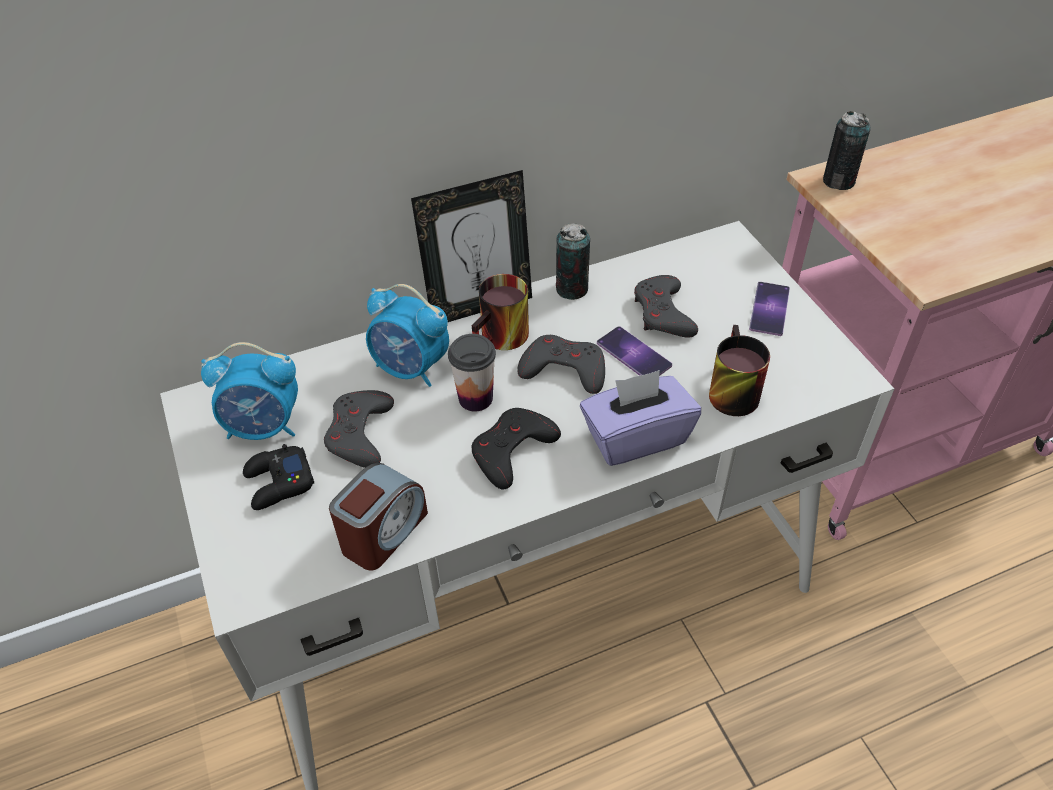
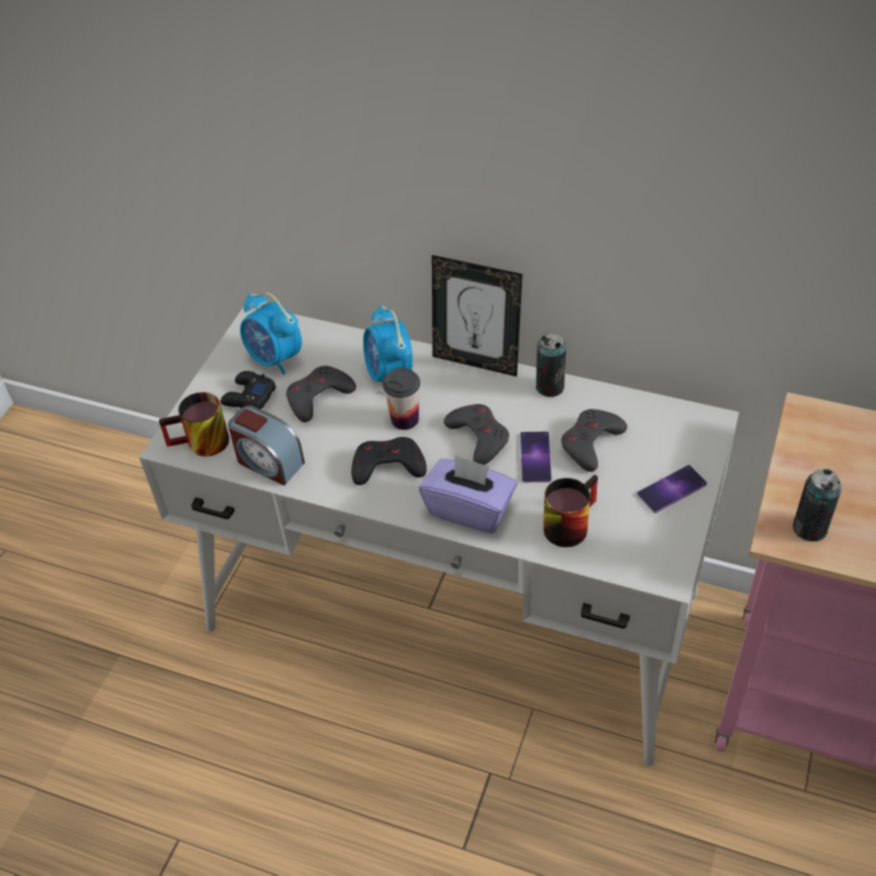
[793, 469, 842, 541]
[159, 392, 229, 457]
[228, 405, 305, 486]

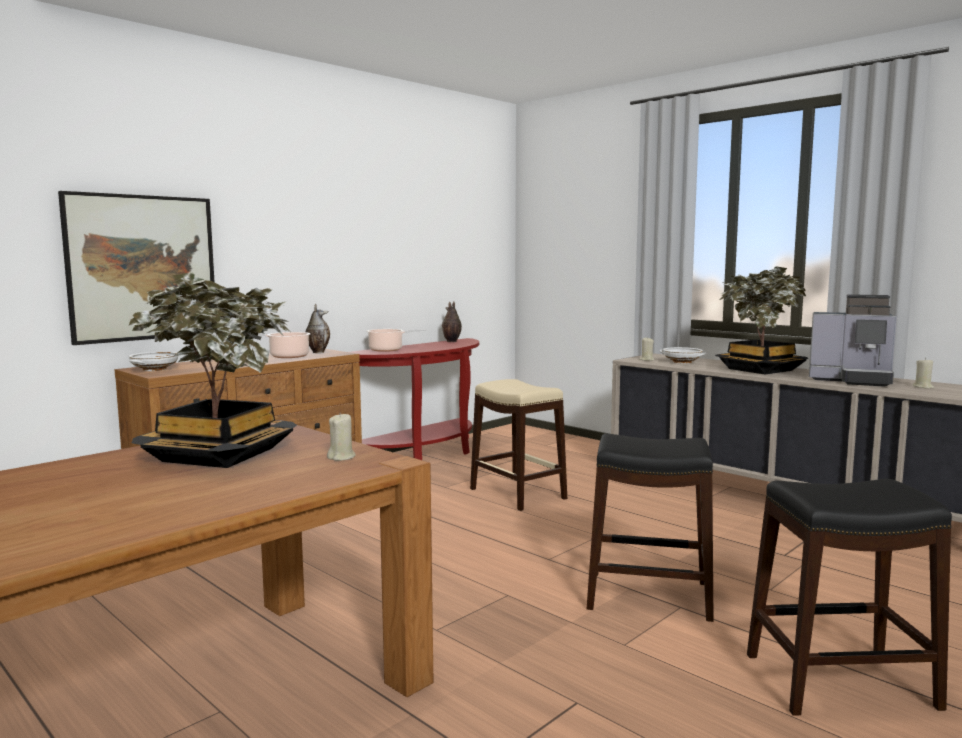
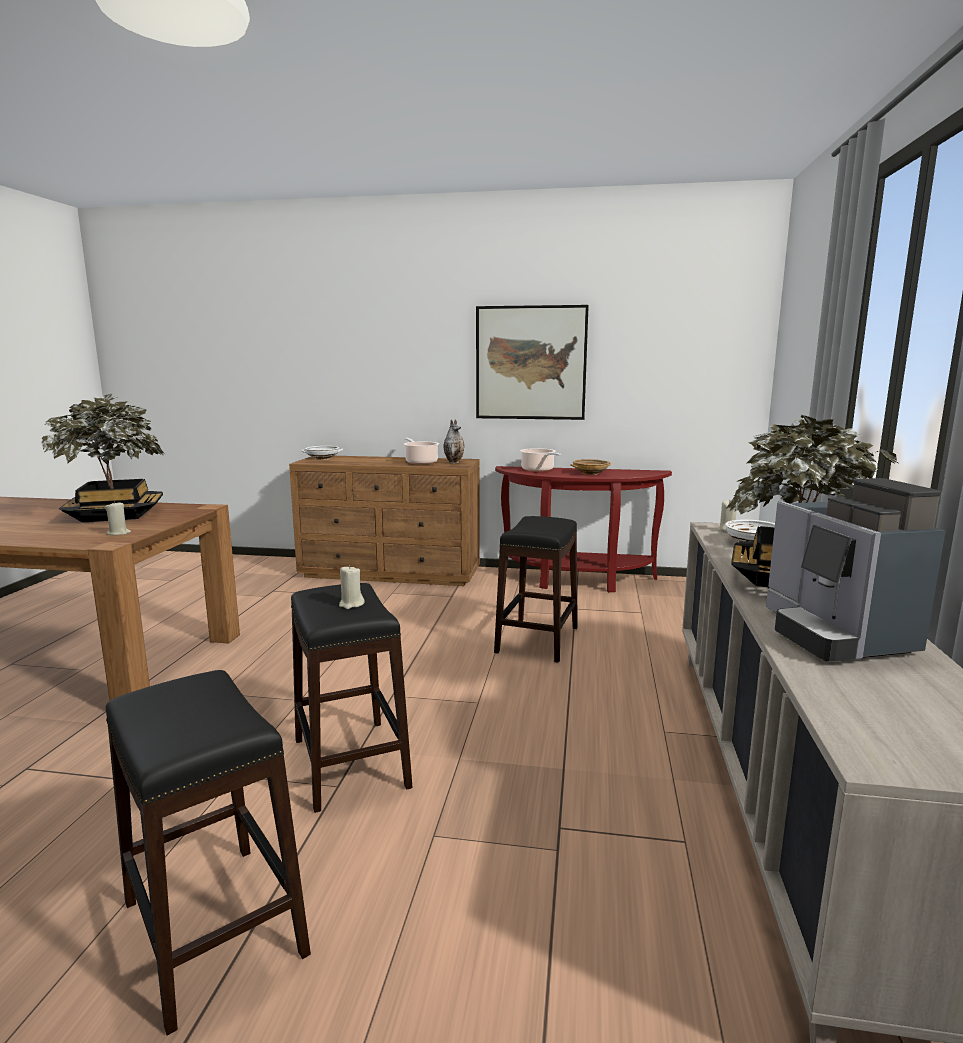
[476, 305, 589, 420]
[442, 301, 462, 342] (first image)
[339, 565, 365, 609]
[494, 516, 578, 663]
[570, 459, 611, 475]

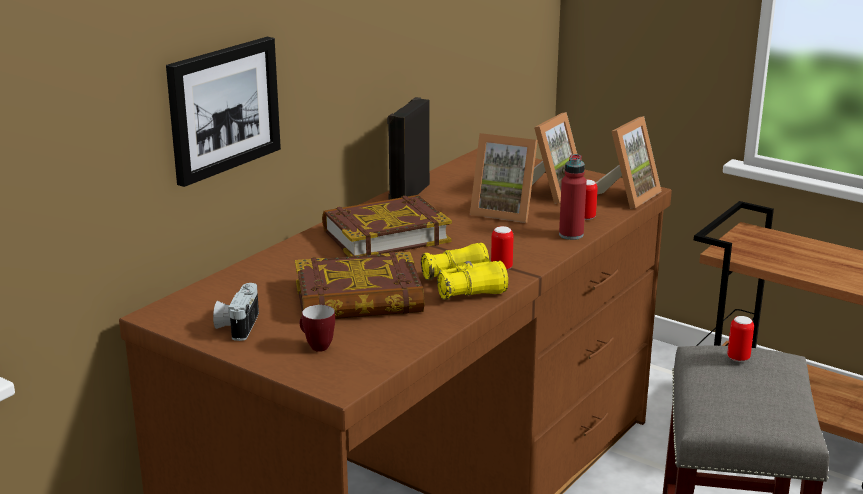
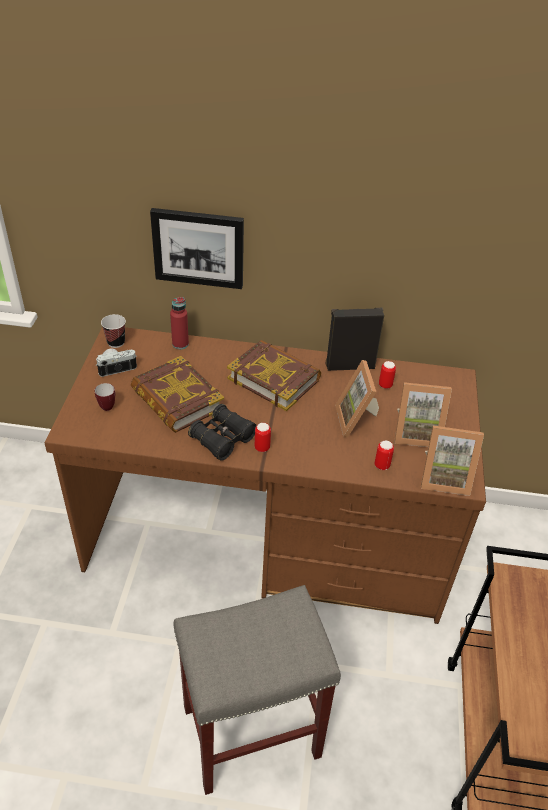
[170, 297, 189, 349]
[188, 404, 257, 461]
[379, 361, 396, 389]
[101, 314, 126, 348]

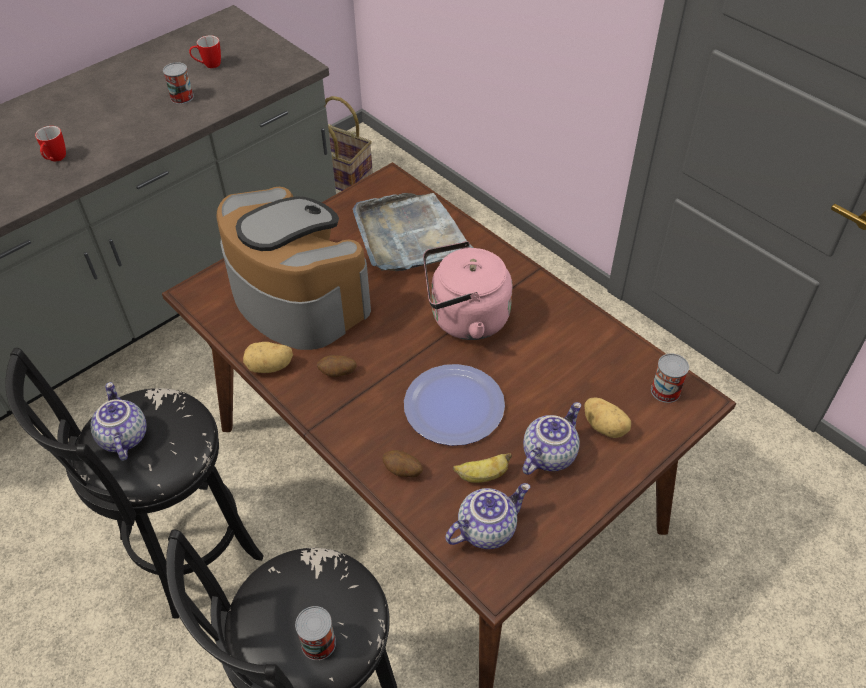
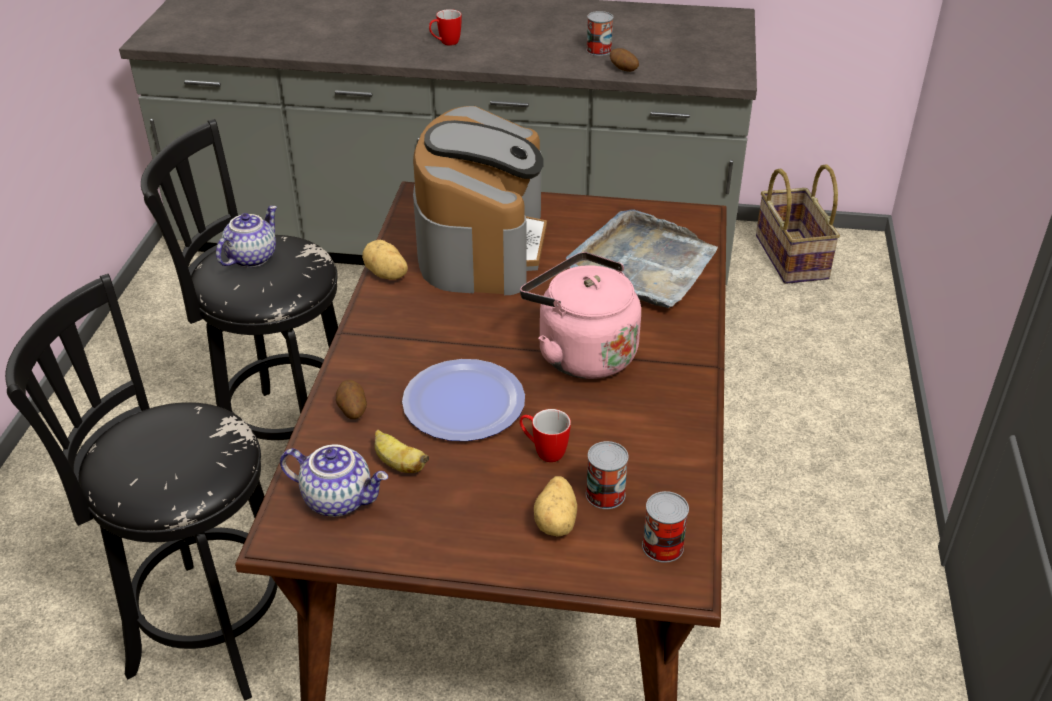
[520, 409, 571, 462]
[610, 48, 639, 72]
[522, 402, 581, 475] (first image)
[586, 441, 629, 509]

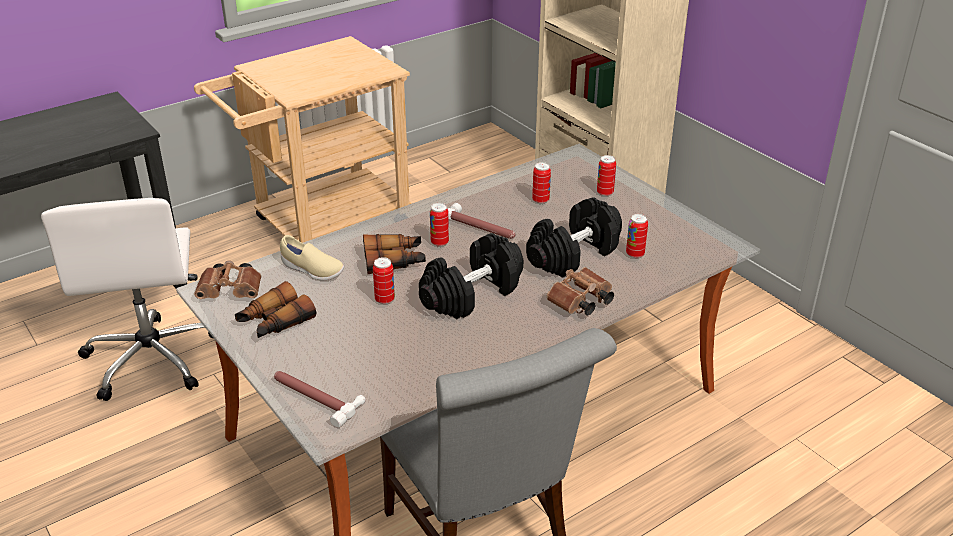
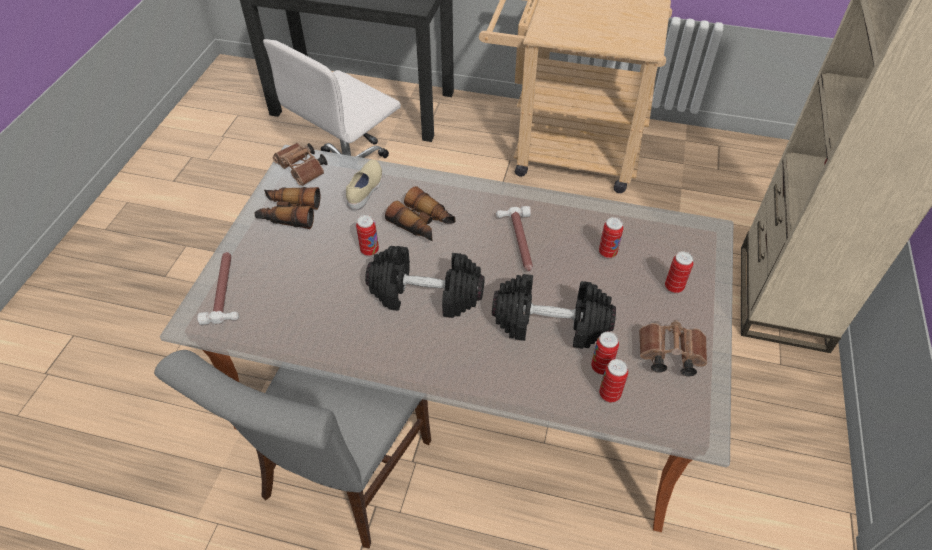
[599, 359, 628, 402]
[346, 159, 383, 210]
[639, 320, 707, 376]

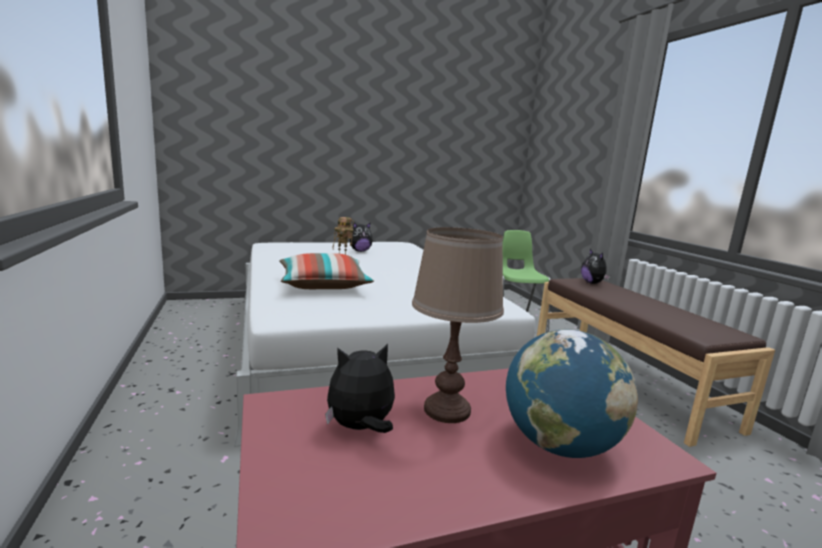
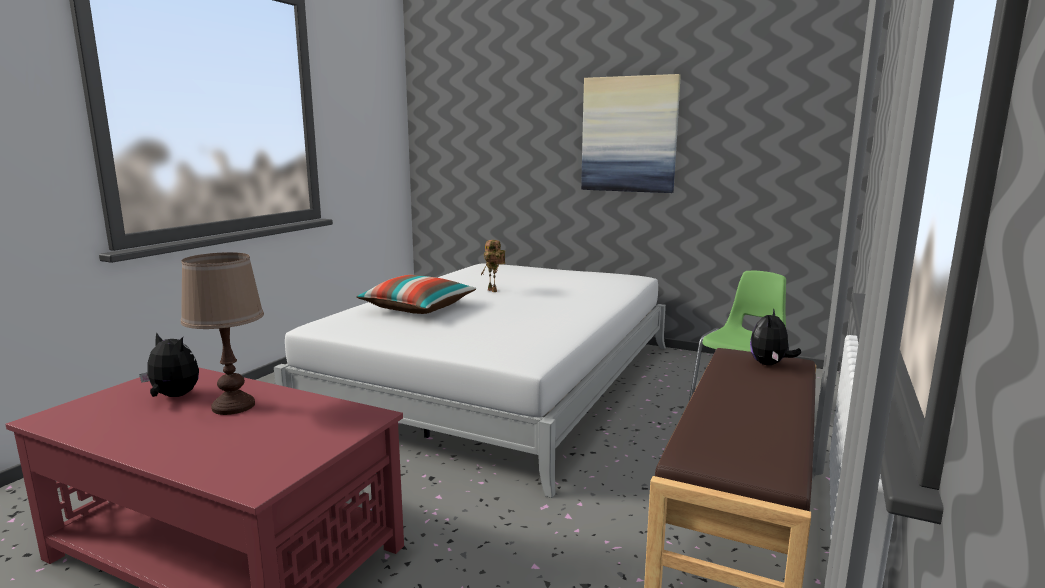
[350, 223, 373, 252] (first image)
[506, 329, 638, 458] (first image)
[581, 74, 681, 193]

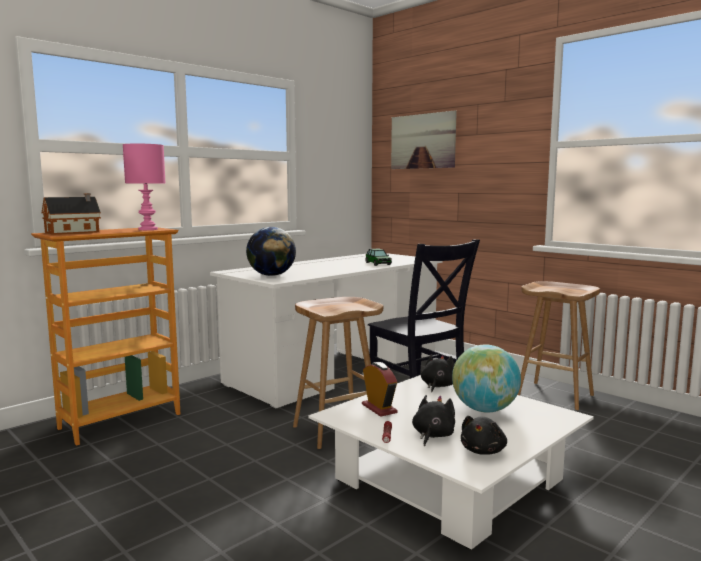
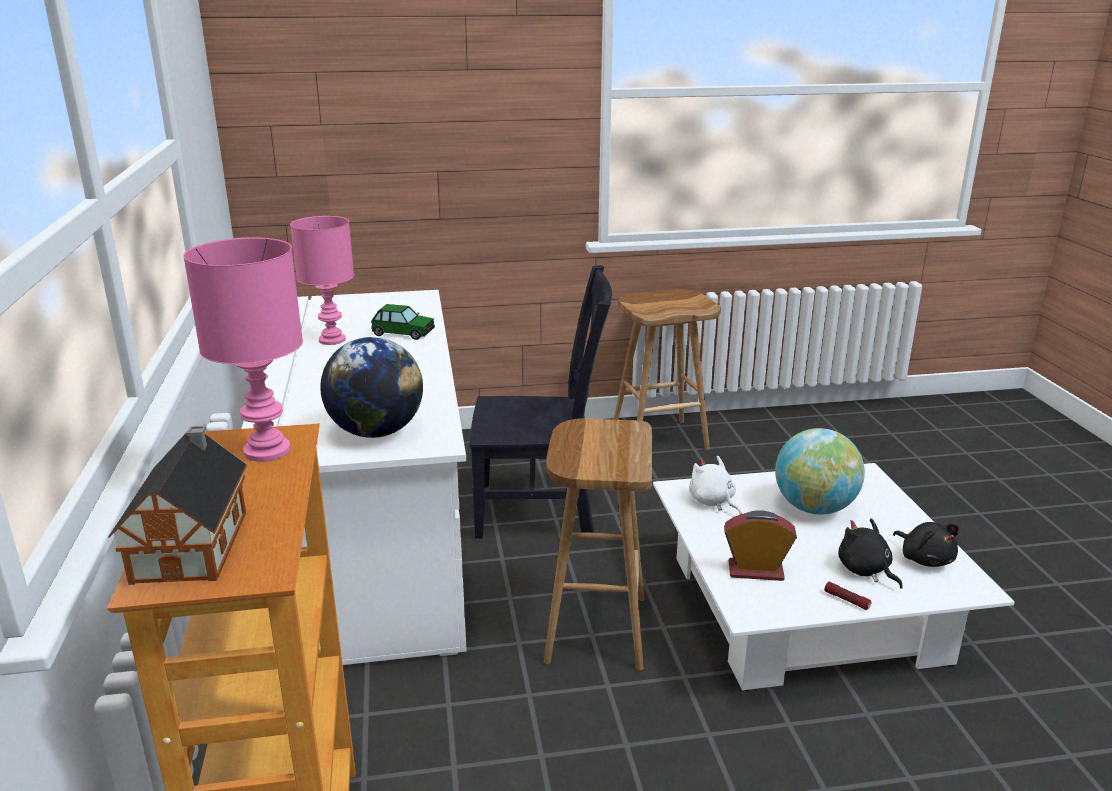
[391, 110, 457, 169] (first image)
[689, 456, 741, 515]
[290, 216, 354, 345]

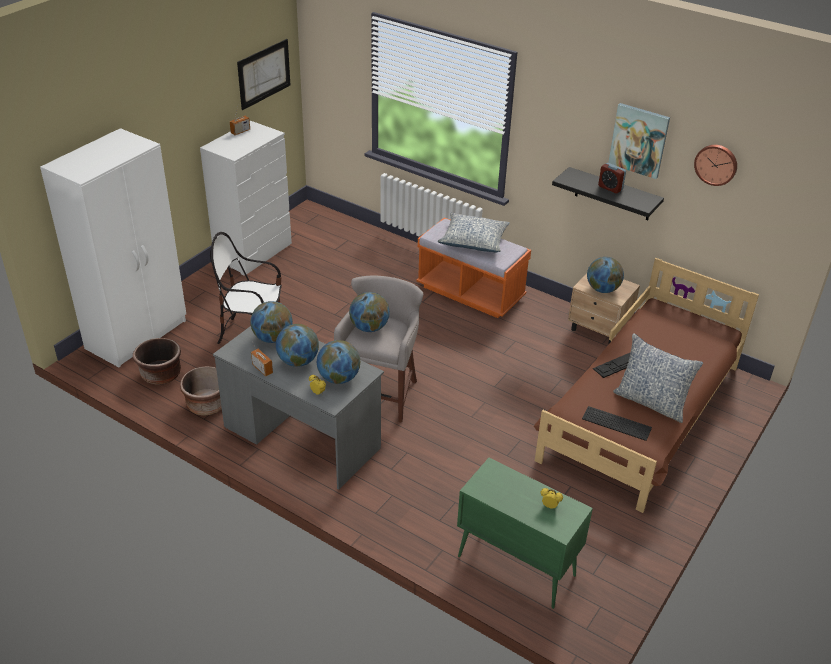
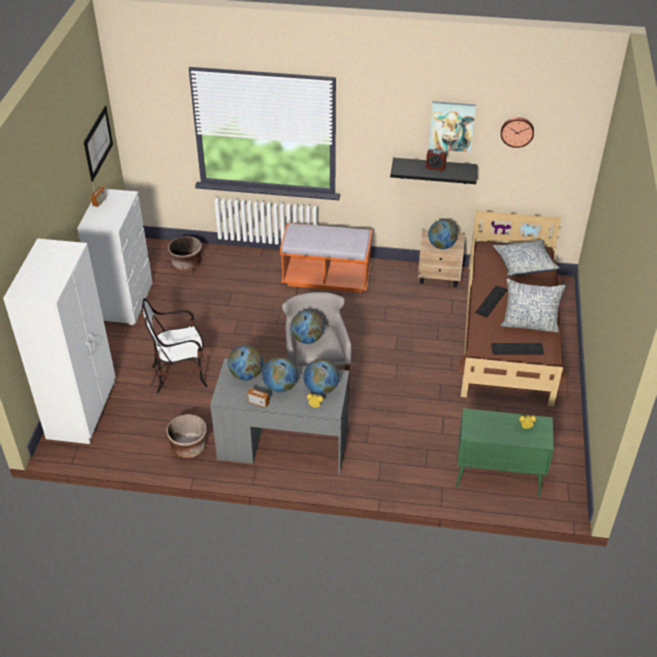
[493, 239, 560, 276]
[168, 236, 202, 271]

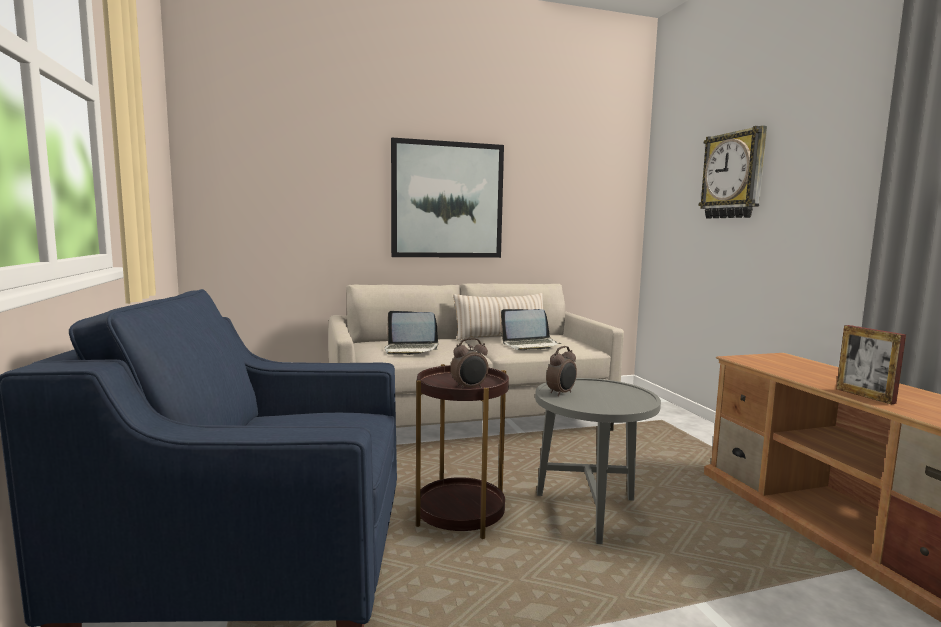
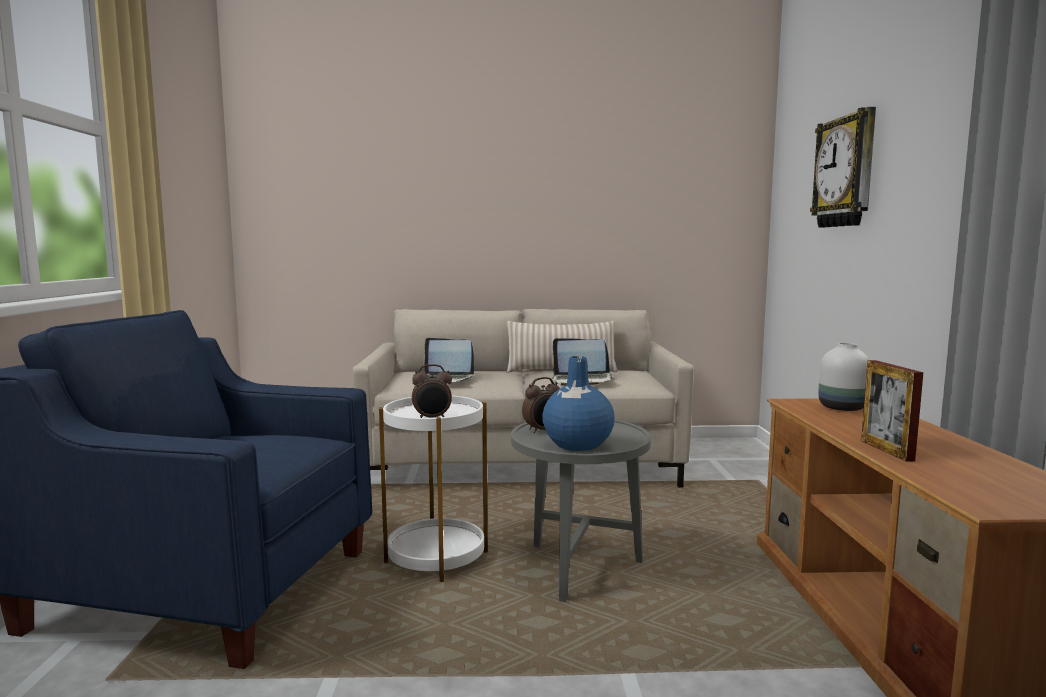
[391, 138, 504, 258] (first image)
[379, 396, 488, 582]
[818, 342, 870, 411]
[542, 356, 614, 451]

